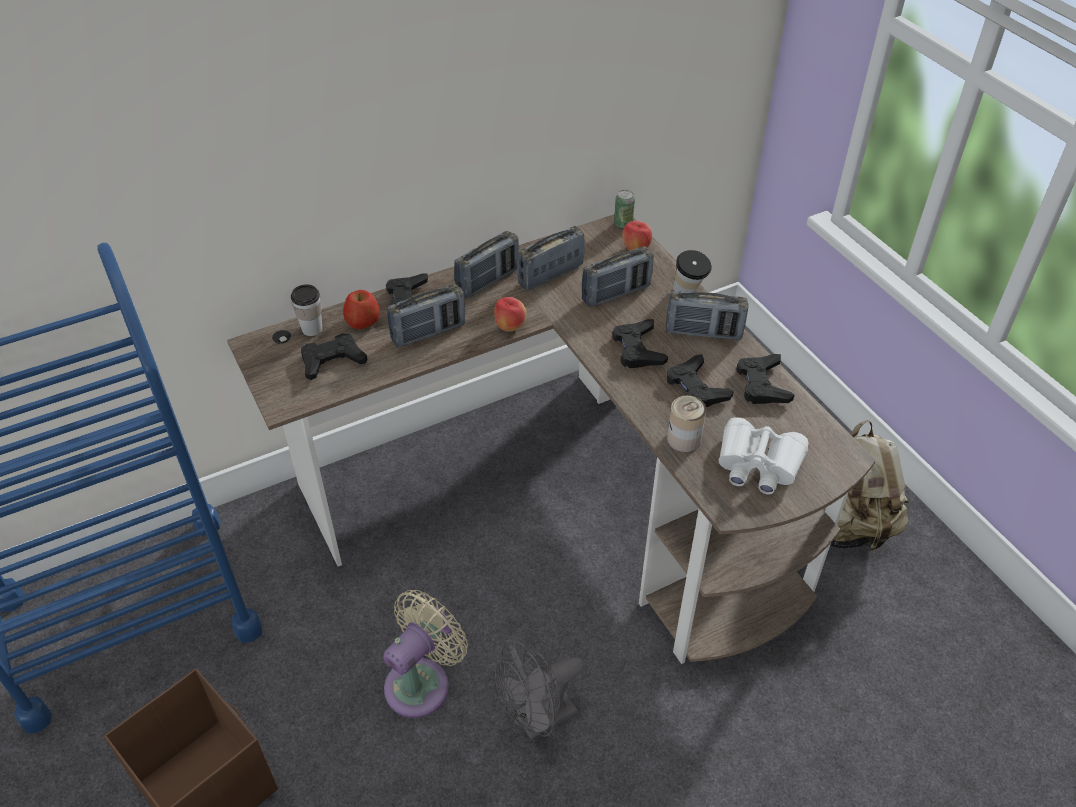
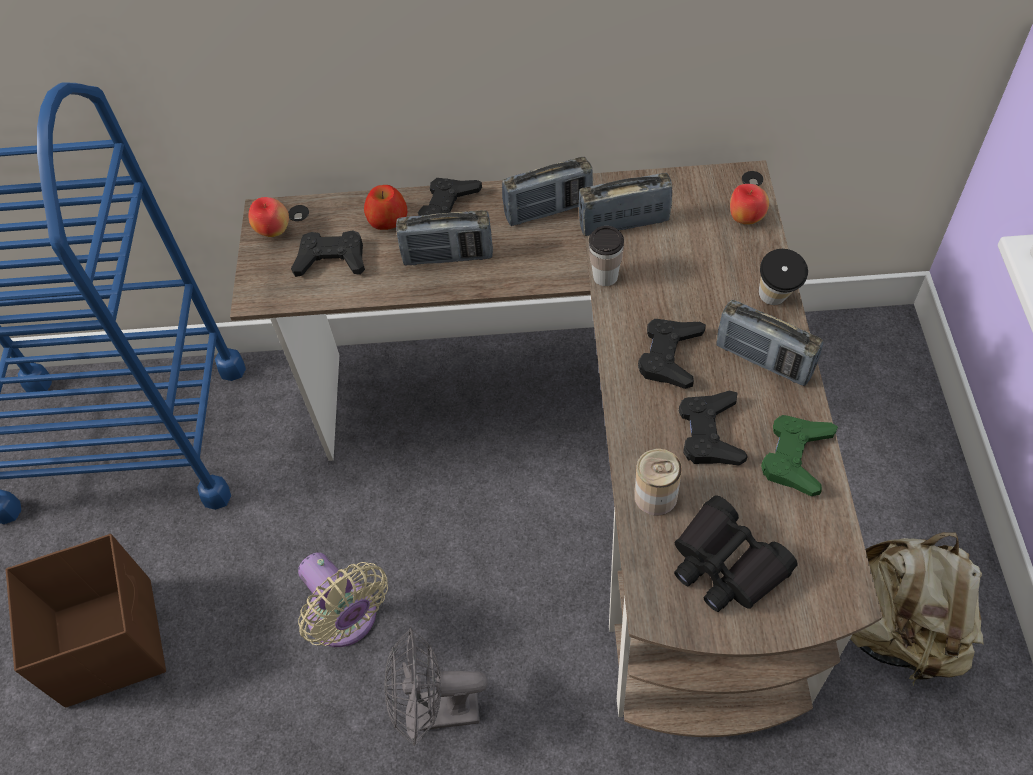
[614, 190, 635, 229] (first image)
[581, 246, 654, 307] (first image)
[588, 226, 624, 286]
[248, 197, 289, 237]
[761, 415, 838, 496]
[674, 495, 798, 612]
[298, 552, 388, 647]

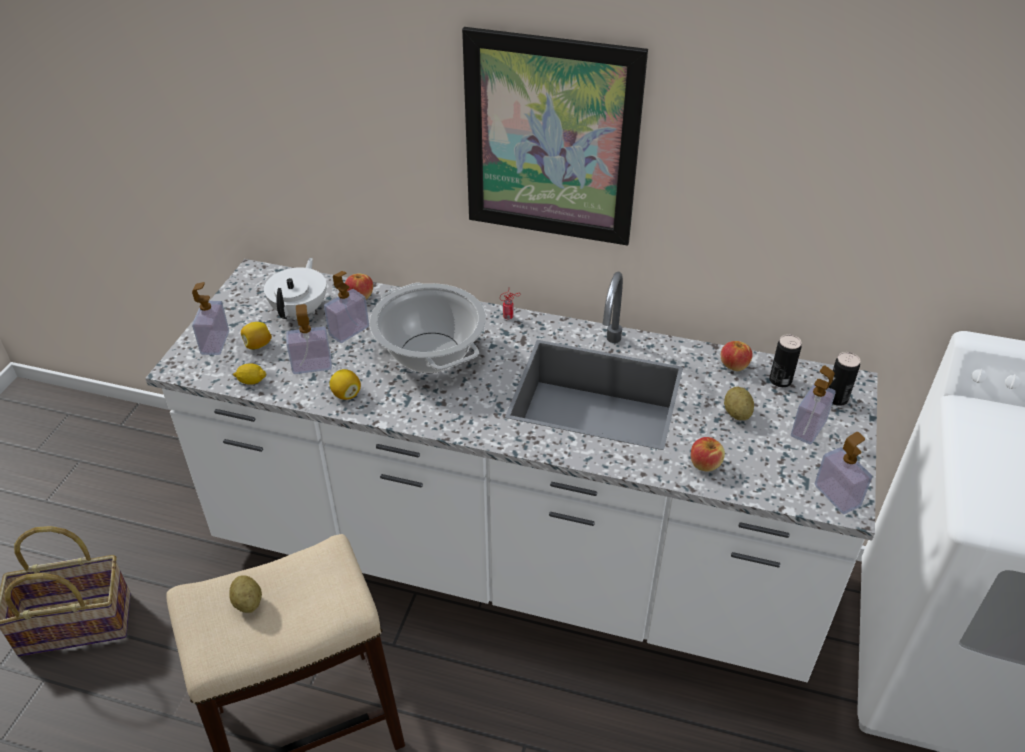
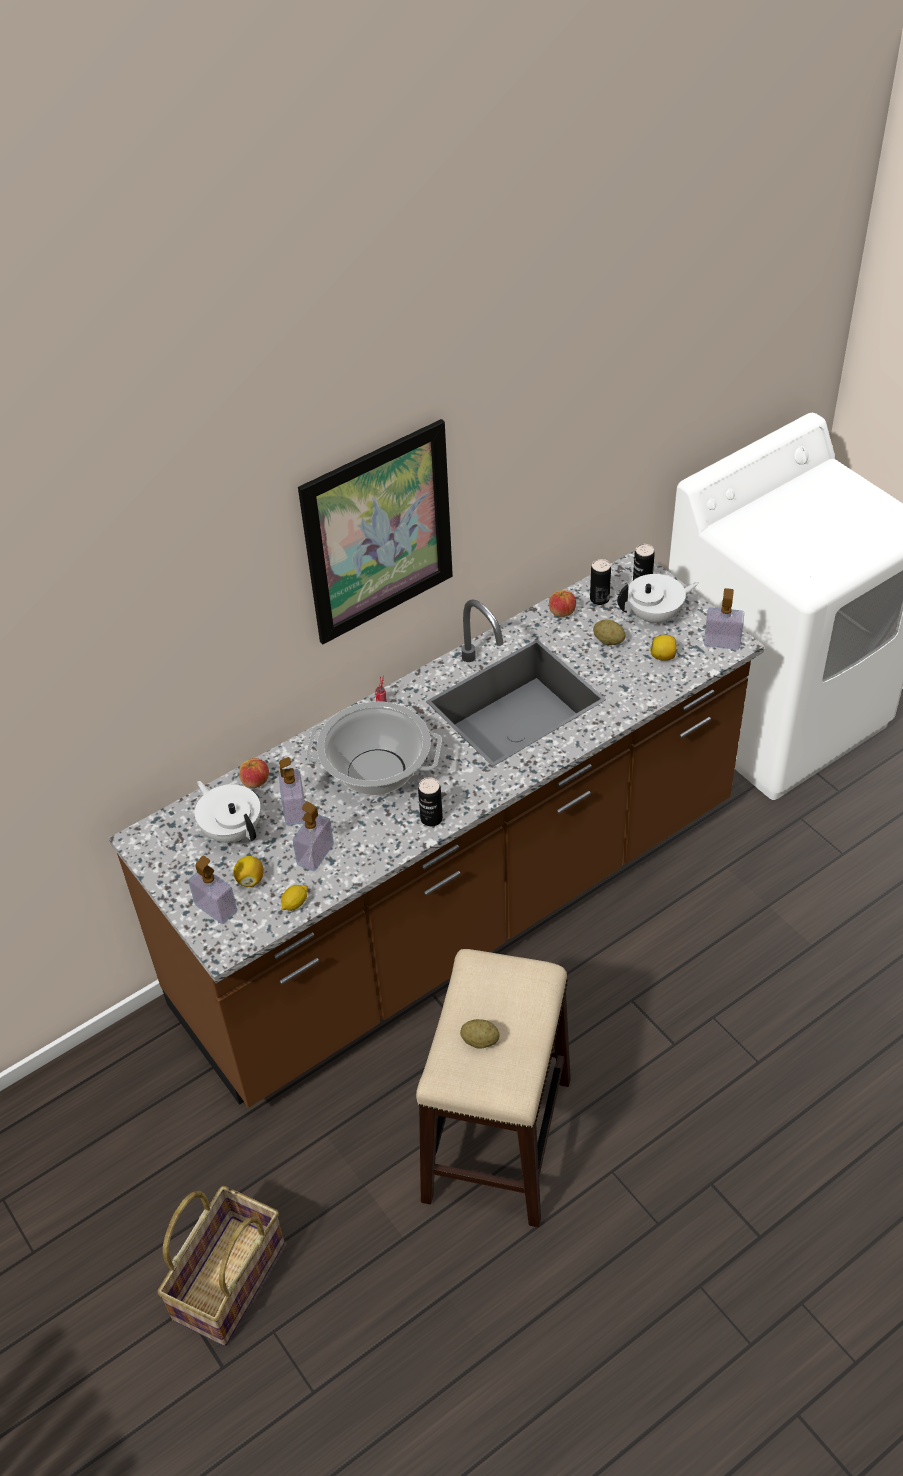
[109, 551, 765, 1108]
[617, 574, 699, 626]
[650, 635, 676, 661]
[691, 437, 725, 472] (first image)
[418, 778, 443, 827]

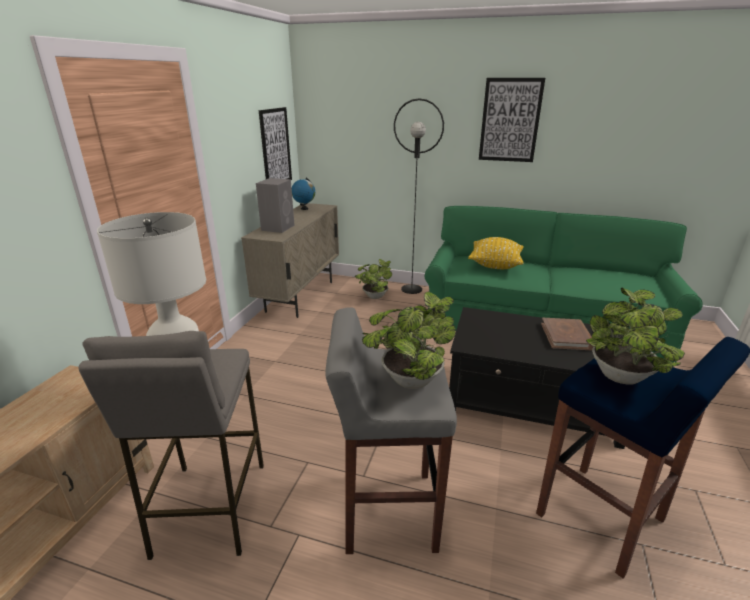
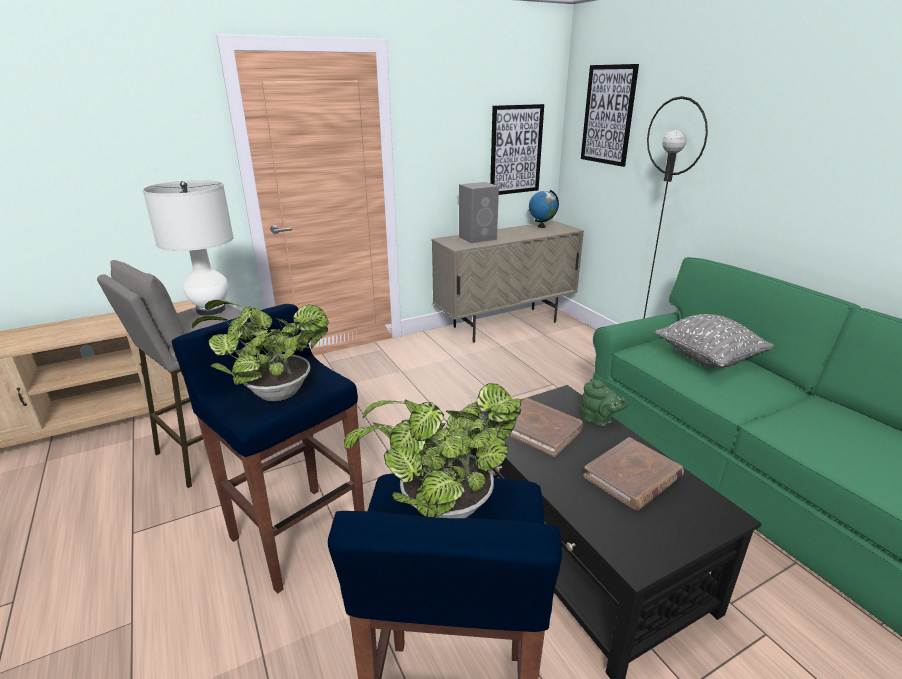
[581, 64, 639, 167]
[654, 314, 774, 368]
[354, 259, 392, 299] (first image)
[172, 304, 365, 594]
[581, 379, 628, 426]
[509, 398, 583, 457]

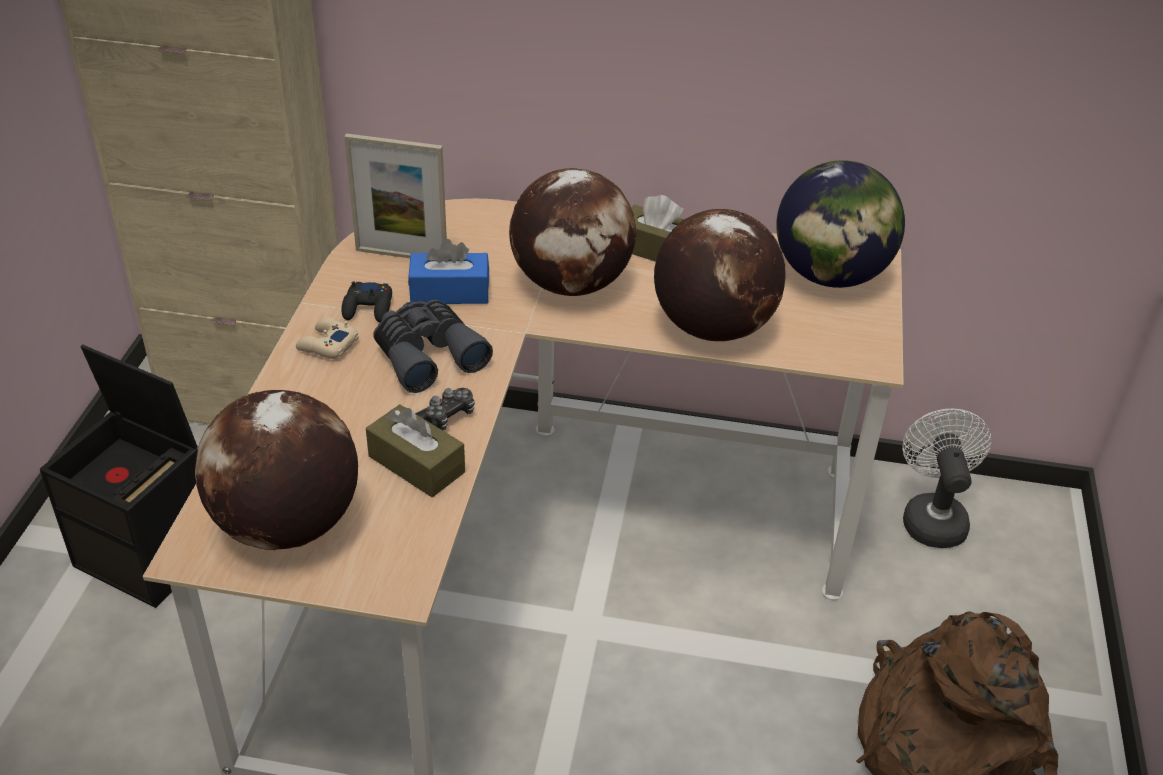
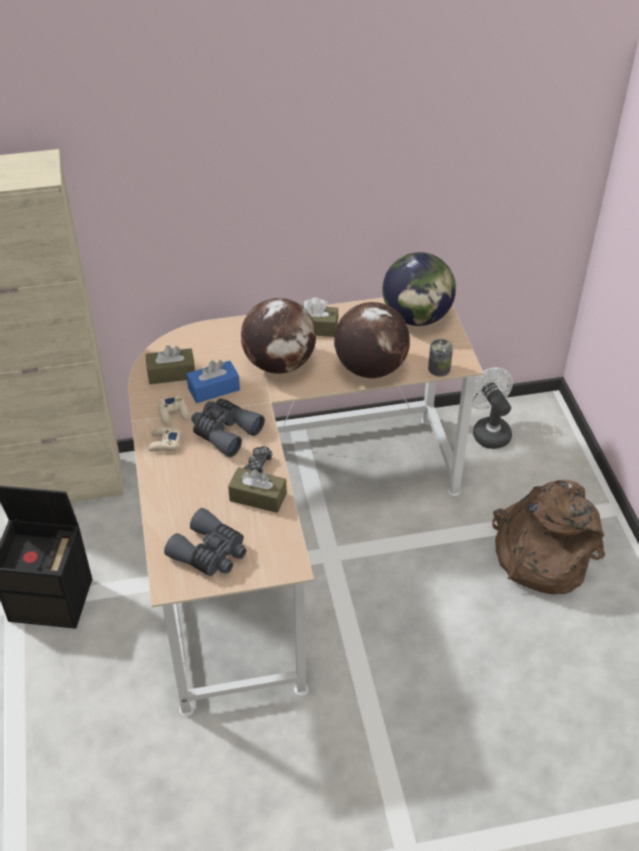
[146, 345, 195, 384]
[158, 395, 189, 425]
[164, 508, 247, 576]
[428, 339, 453, 377]

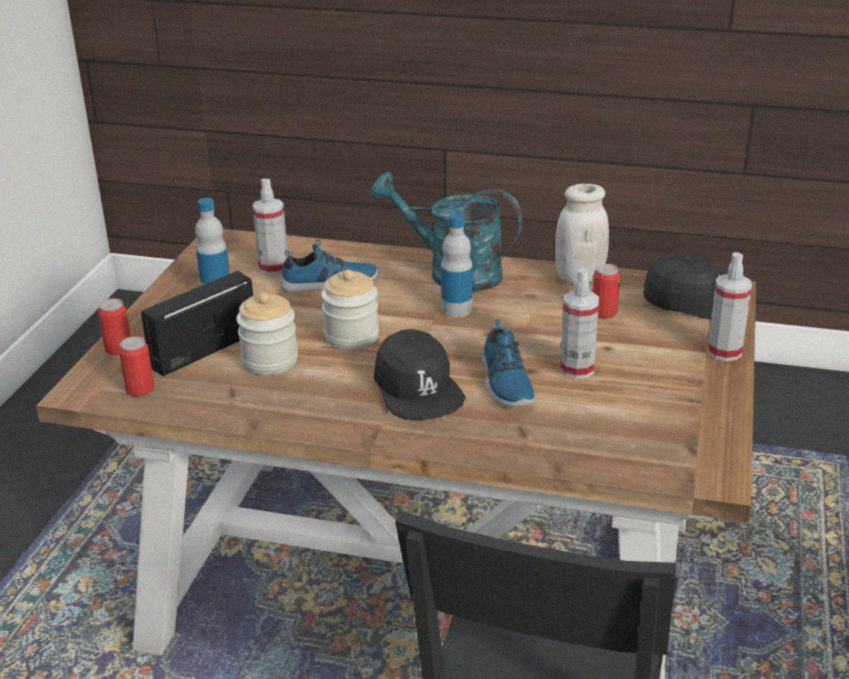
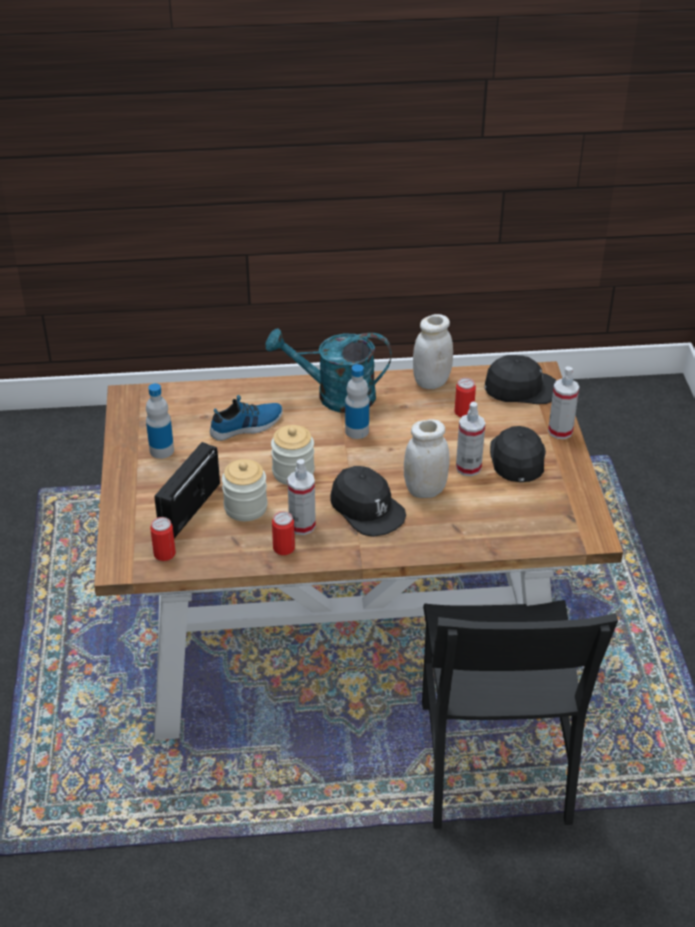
[287, 459, 316, 535]
[272, 511, 295, 555]
[404, 419, 450, 498]
[490, 426, 546, 482]

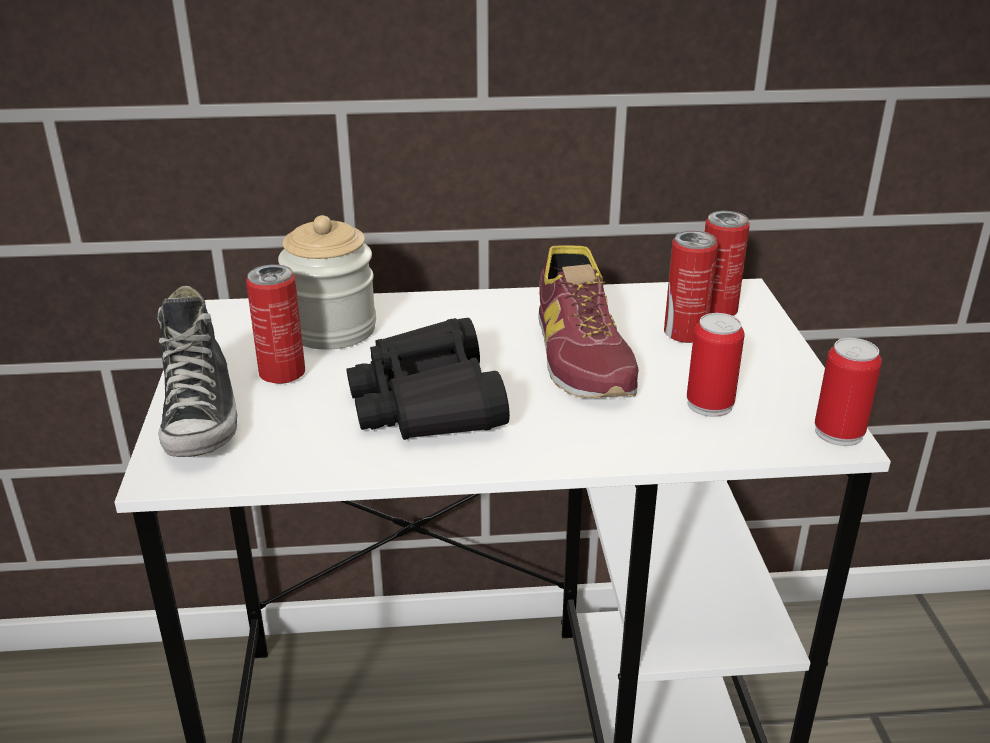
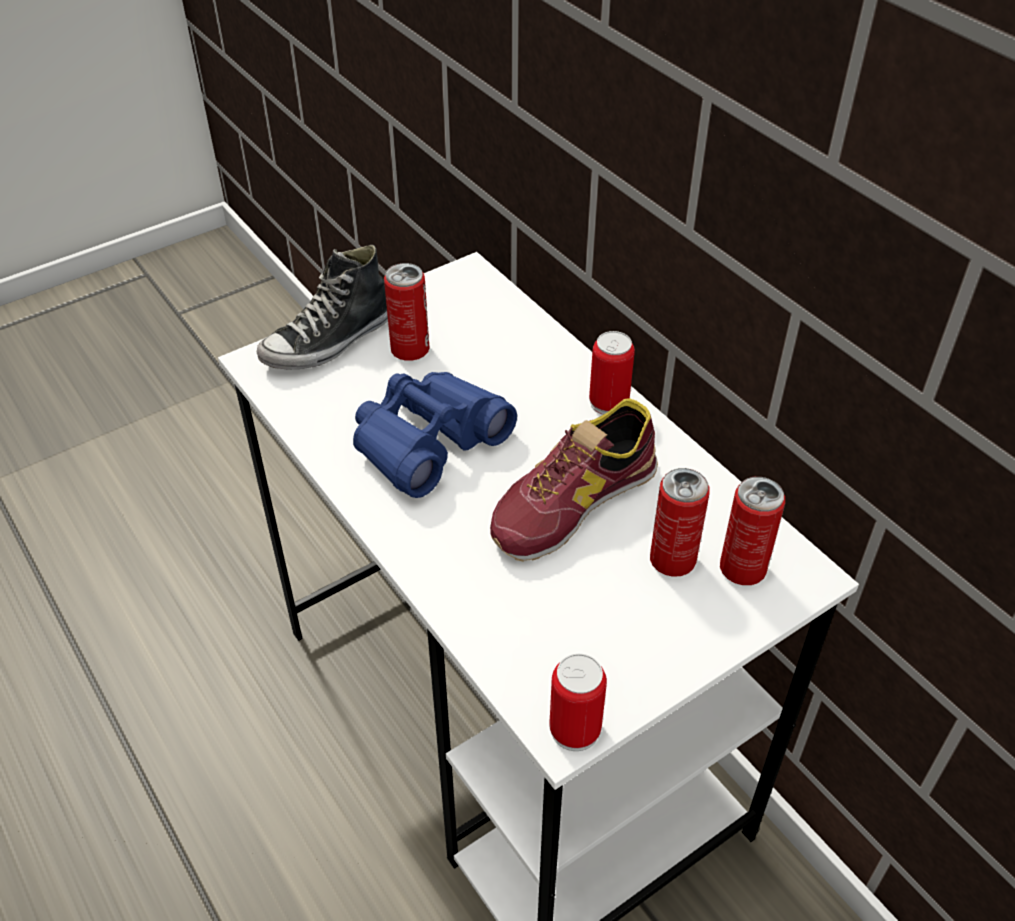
[278, 215, 376, 350] (first image)
[589, 331, 635, 415]
[353, 372, 517, 498]

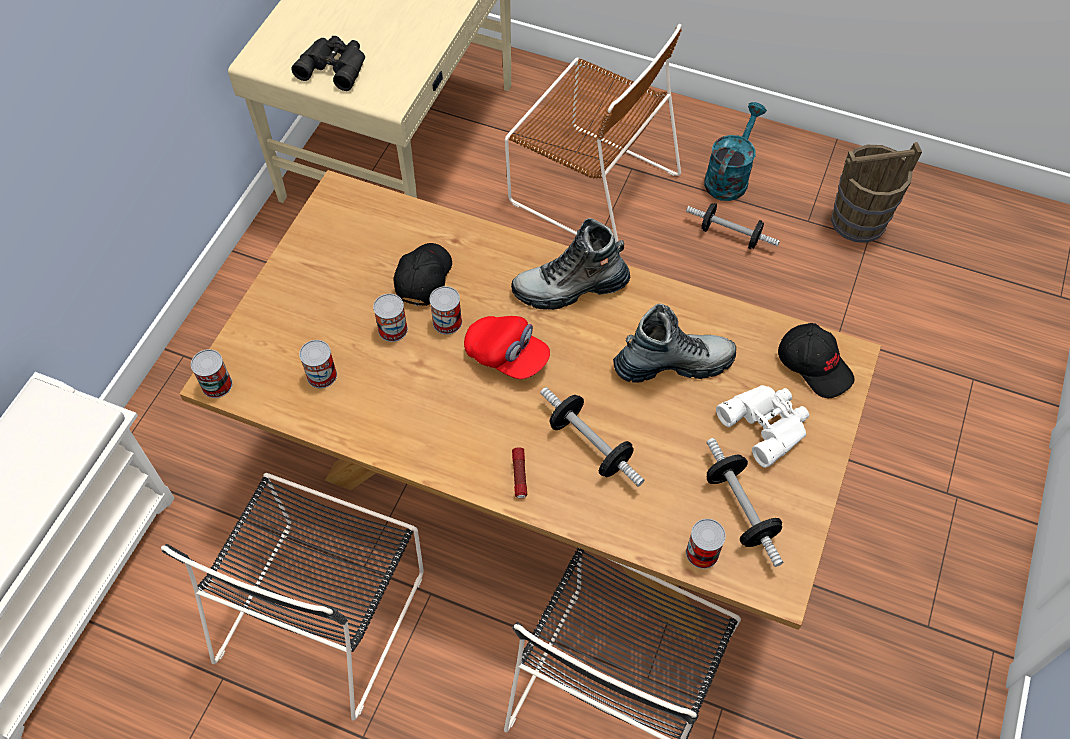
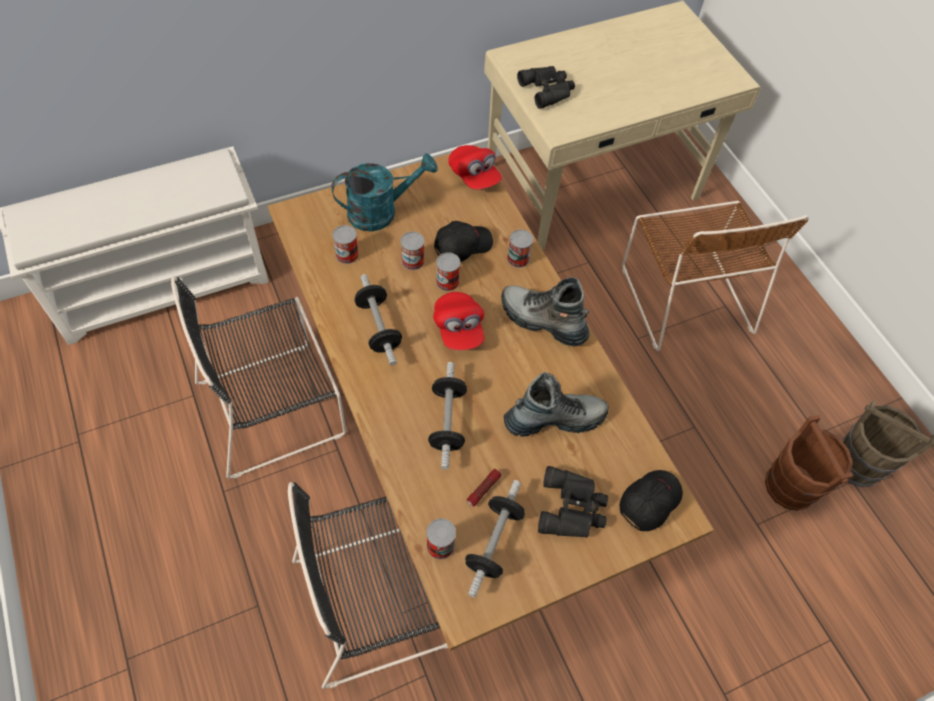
[331, 153, 437, 232]
[354, 274, 402, 365]
[504, 372, 608, 437]
[620, 470, 683, 531]
[507, 229, 533, 268]
[538, 466, 608, 538]
[467, 469, 502, 506]
[448, 145, 502, 190]
[765, 415, 854, 511]

